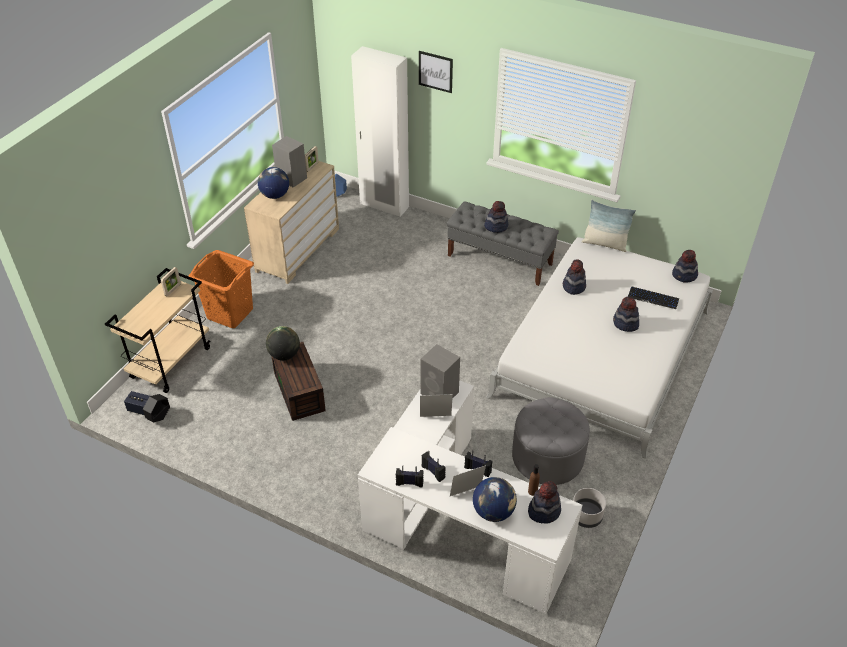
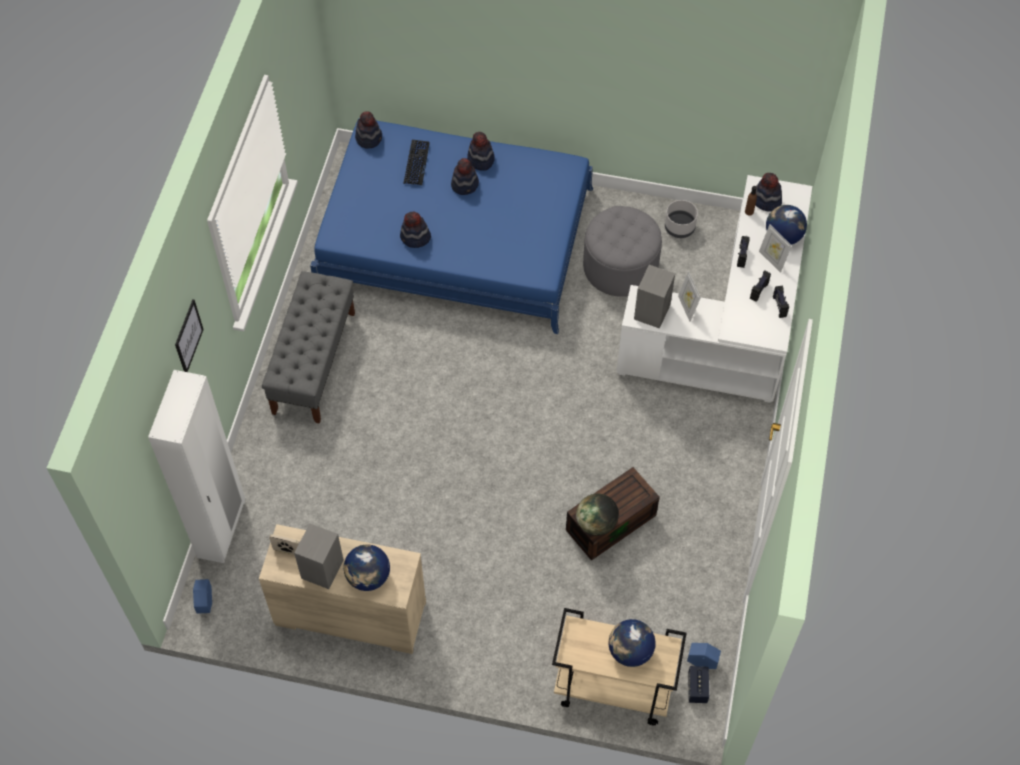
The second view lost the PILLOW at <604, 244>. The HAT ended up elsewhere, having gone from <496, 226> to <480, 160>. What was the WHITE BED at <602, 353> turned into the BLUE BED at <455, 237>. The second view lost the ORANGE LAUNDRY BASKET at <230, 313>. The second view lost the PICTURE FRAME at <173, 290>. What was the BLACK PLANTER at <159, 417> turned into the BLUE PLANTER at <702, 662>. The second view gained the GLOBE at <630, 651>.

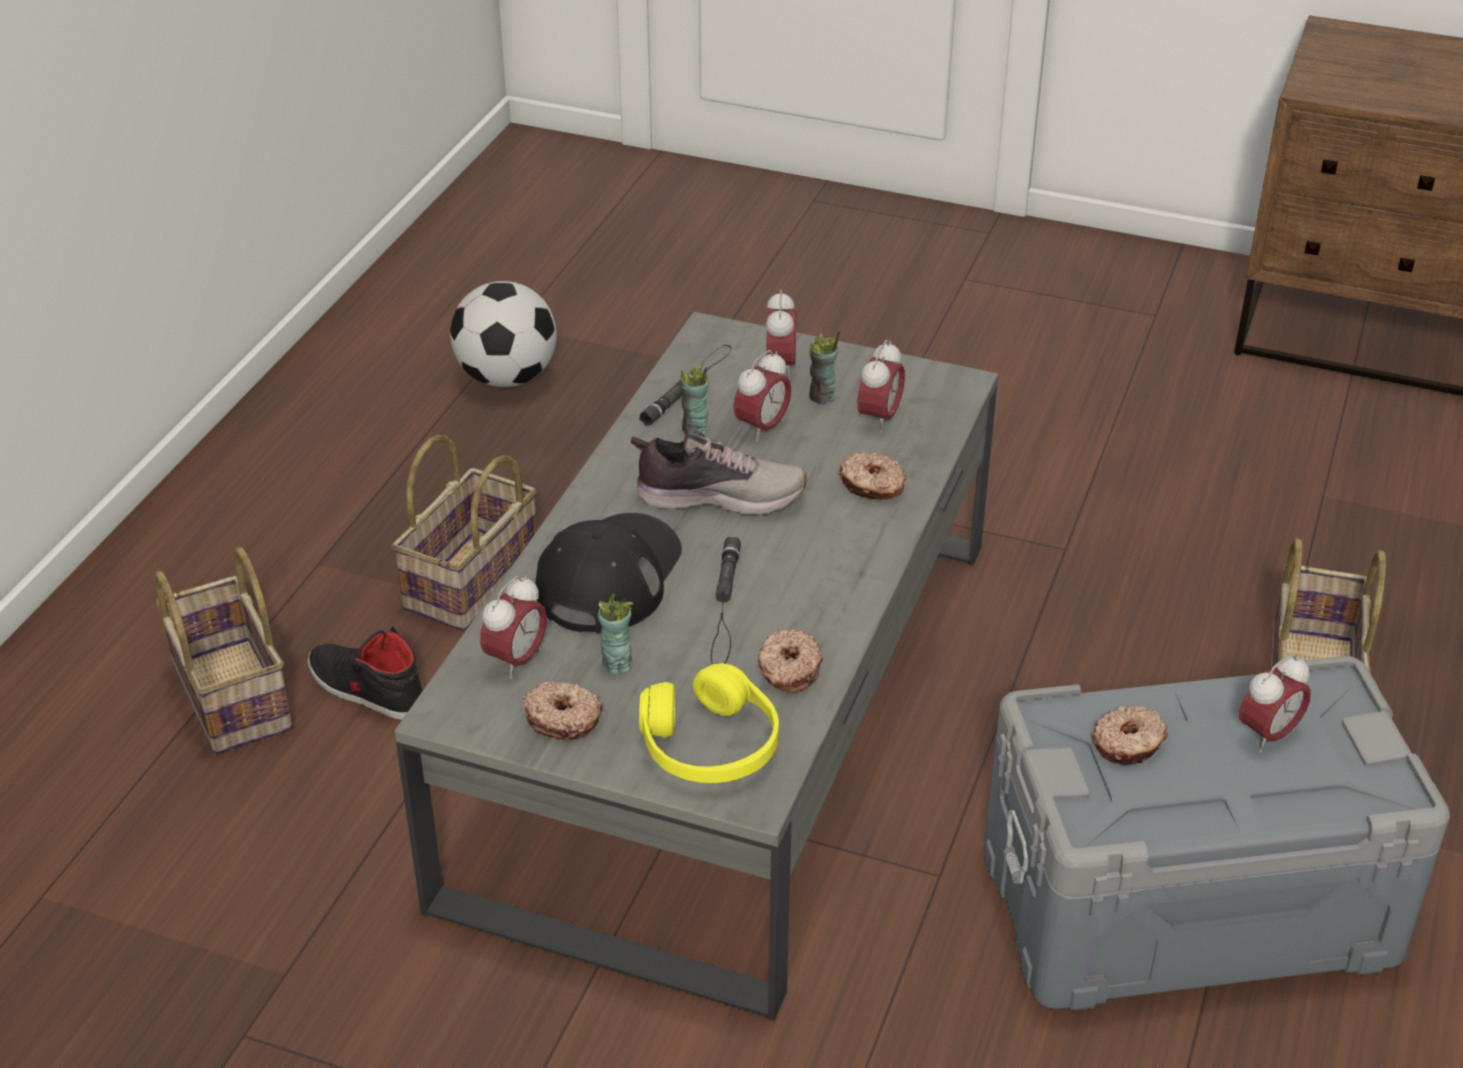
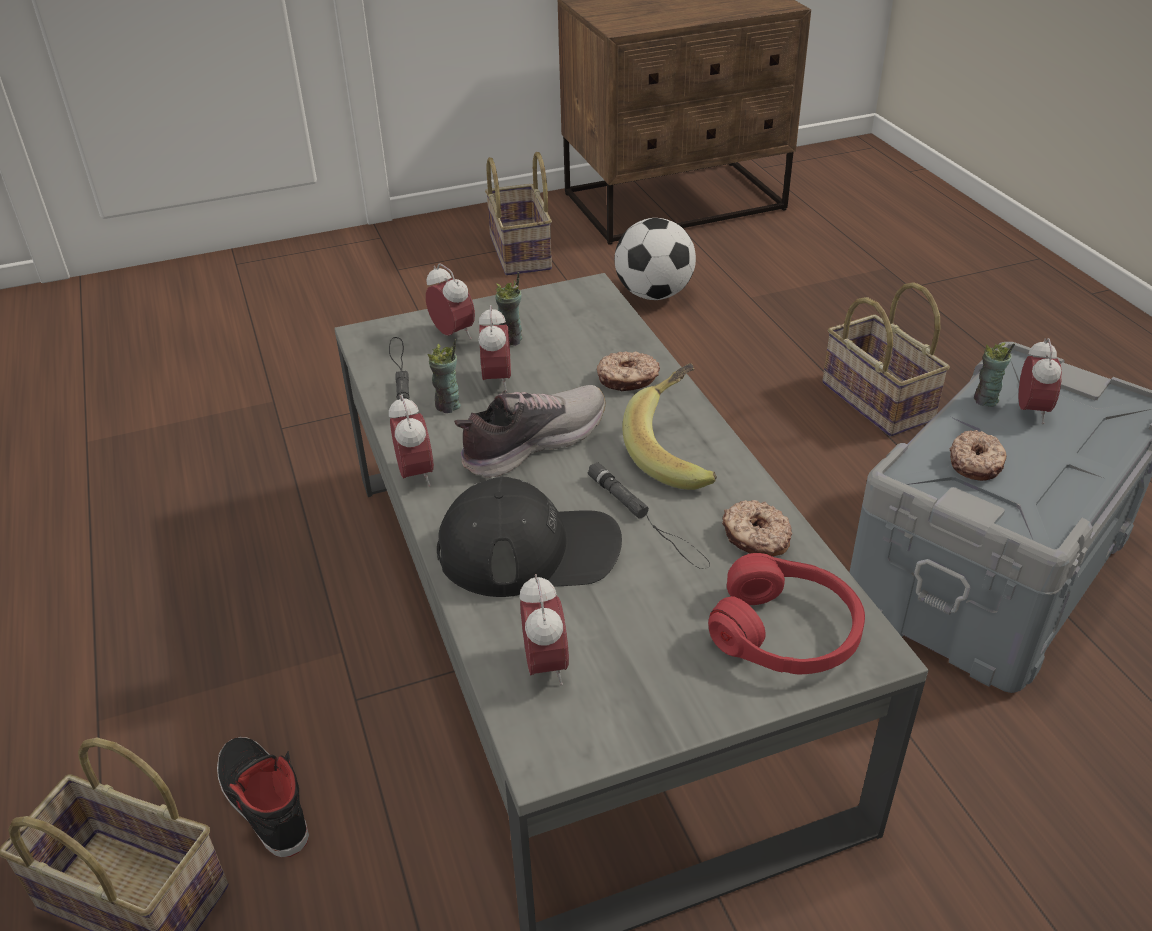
The FOOTBALL ended up elsewhere, having gone from <507, 377> to <654, 294>. The ALARM CLOCK ended up elsewhere, having gone from <879, 418> to <415, 475>. The BASKET ended up elsewhere, having gone from <472, 584> to <522, 253>. The BLACK CAP at <610, 576> ended up facing another way, 105 degrees clockwise from before. The CUP ended up elsewhere, having gone from <616, 664> to <985, 400>. The BLACK SHOE at <365, 689> ended up facing another way, 60 degrees clockwise from before. What was the YELLOW HEADPHONES at <710, 745> turned into the RED HEADPHONES at <786, 632>. The second view lost the DONUT at <563, 718>. The second view gained the BANANA at <679, 451>.

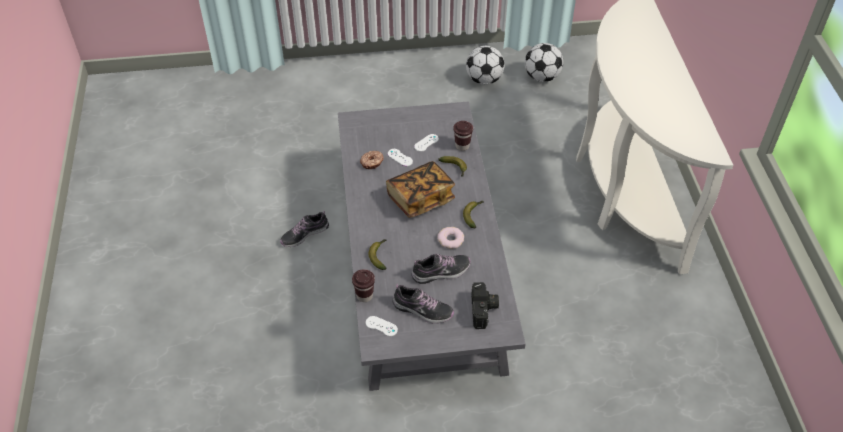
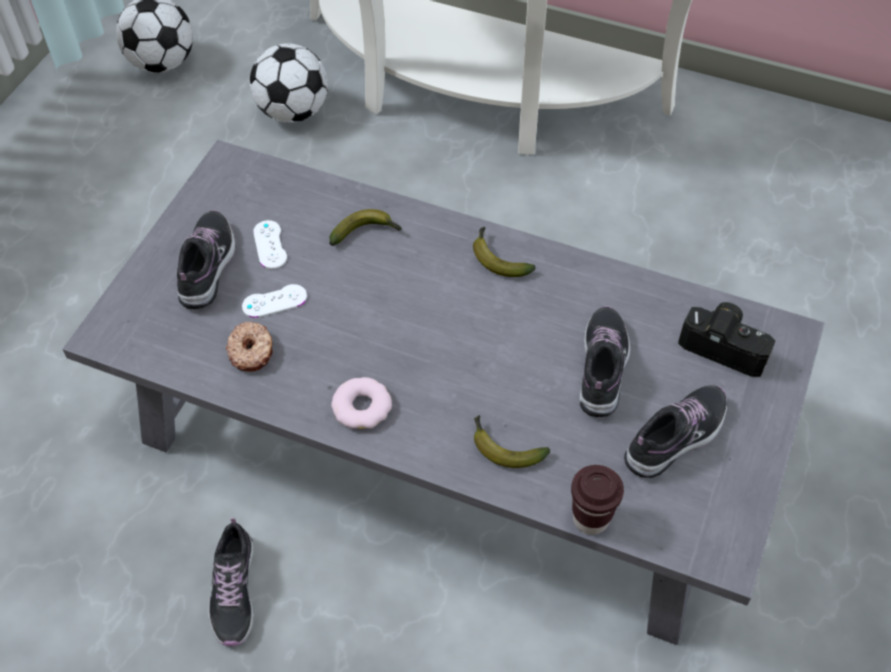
The FOOTBALL ended up elsewhere, having gone from <484, 80> to <293, 112>. The second view lost the BROWN CUP at <462, 146>. The second view lost the BOOK at <420, 198>. The DONUT ended up elsewhere, having gone from <450, 240> to <362, 407>. The second view lost the WHITE GAME CONTROLLER at <381, 326>. The second view gained the SHOE at <207, 266>.

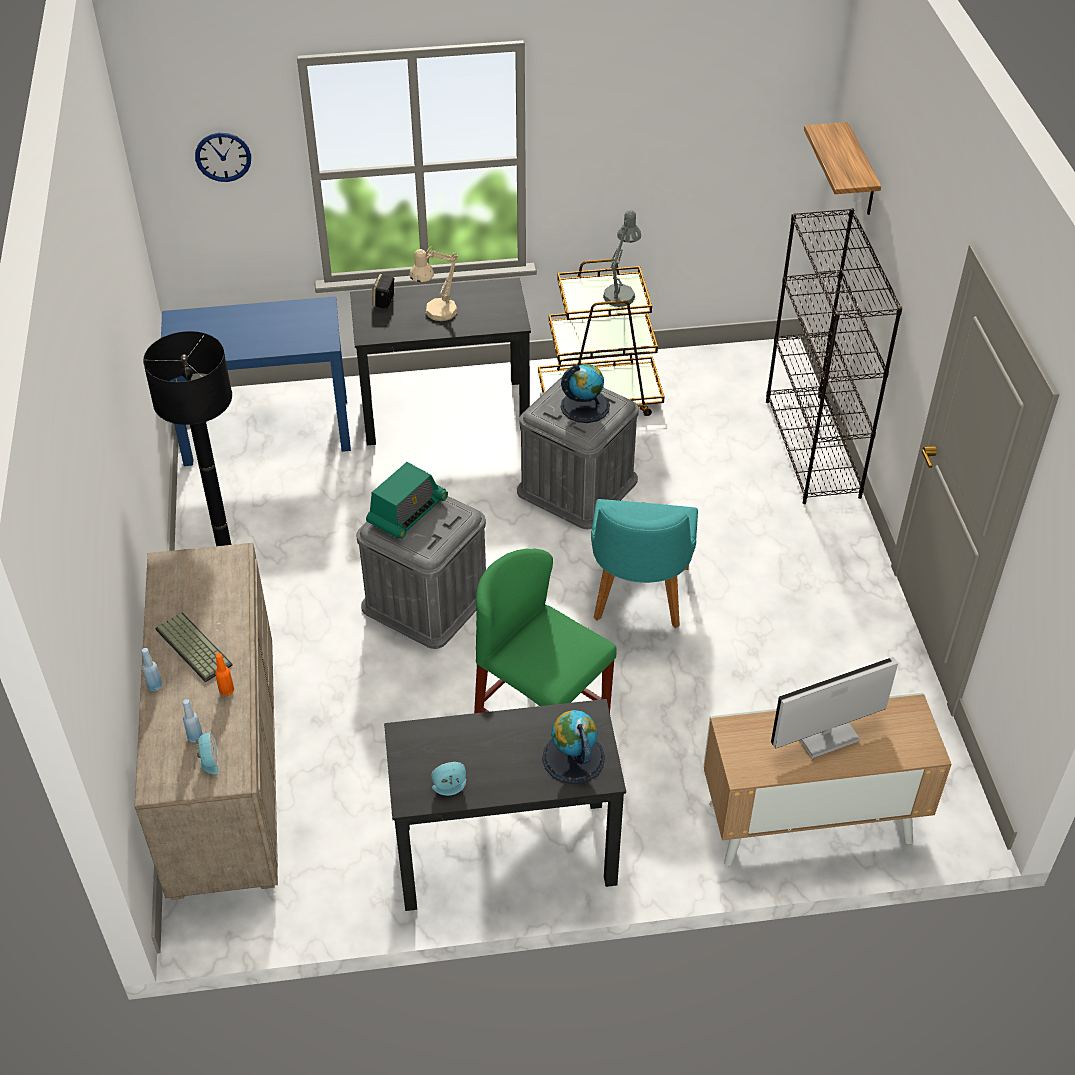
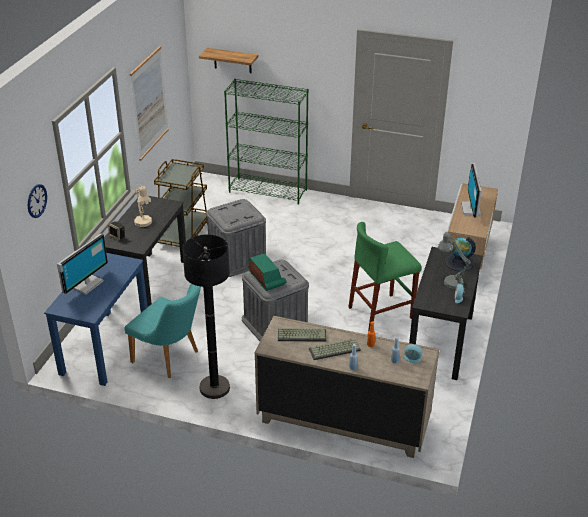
What was the BLACK BOOKCASE at <813, 449> turned into the GREEN BOOKCASE at <268, 191>. The GREY TABLE LAMP ended up elsewhere, having gone from <621, 293> to <449, 281>. The second view lost the GLOBE at <585, 406>. The TURQUOISE CHAIR ended up elsewhere, having gone from <638, 600> to <170, 358>. The second view gained the PICTURE at <149, 103>. The second view gained the MONITOR at <86, 284>. The second view gained the KEYBOARD at <302, 335>.

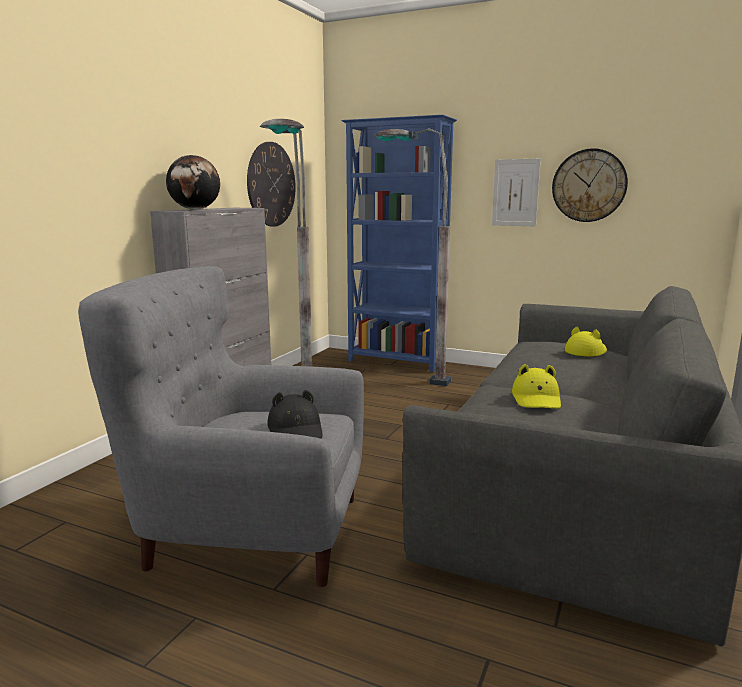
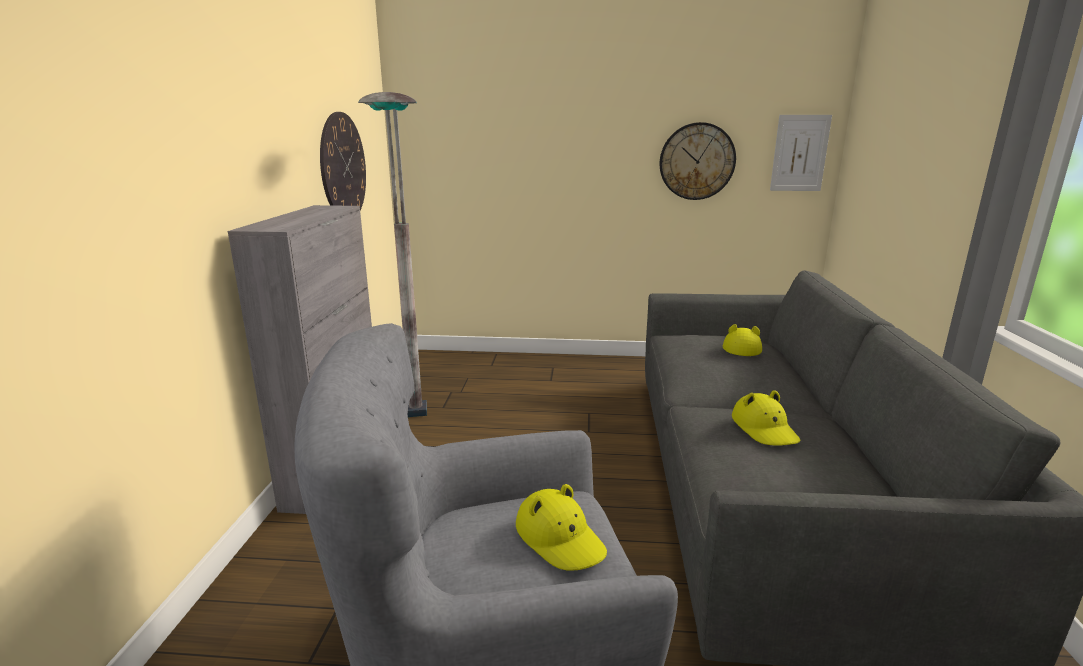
The second view lost the BLUE BOOKCASE at <397, 362>. The second view lost the GREY FLOOR LAMP at <405, 378>. The second view lost the GLOBE at <195, 209>. The PICTURE ended up elsewhere, having gone from <515, 192> to <800, 153>. What was the BLACK HAT at <296, 430> turned into the YELLOW HAT at <560, 538>.

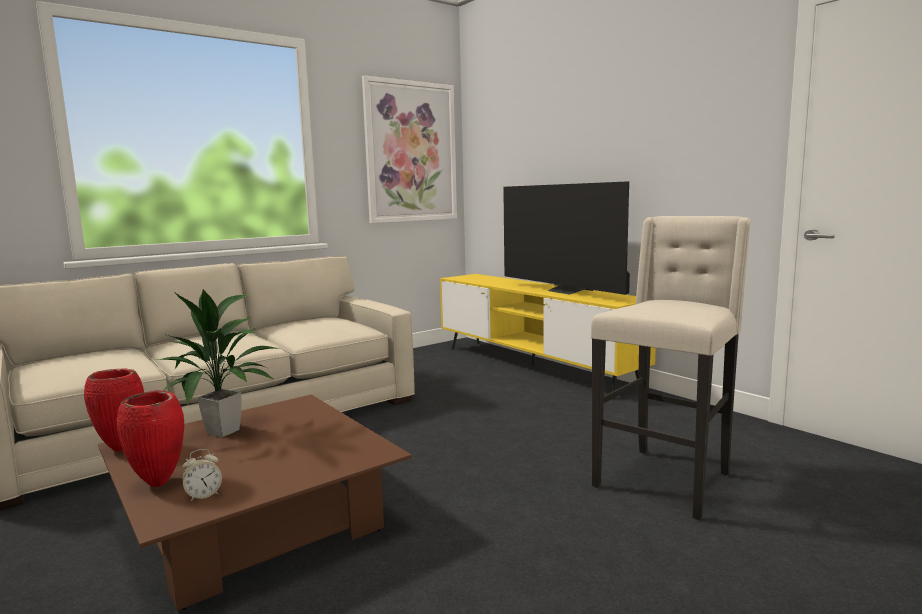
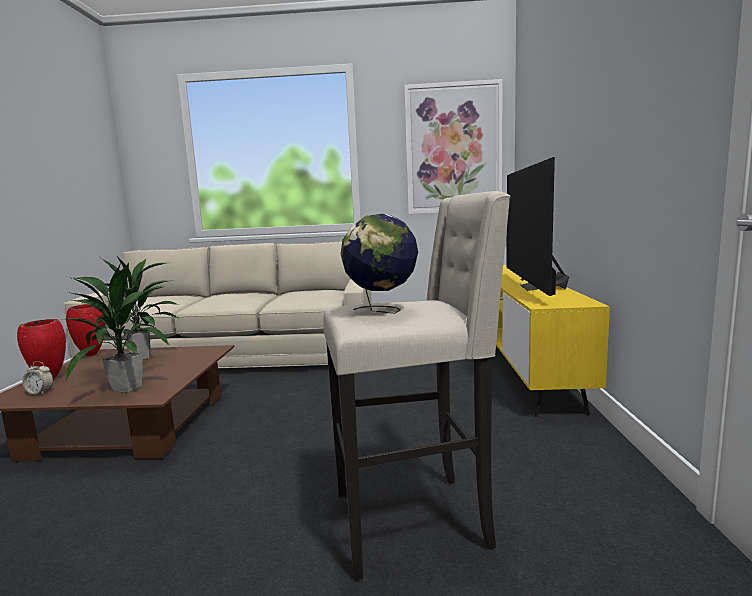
The second view gained the GLOBE at <382, 311>. The second view gained the POTTED PLANT at <127, 388>.

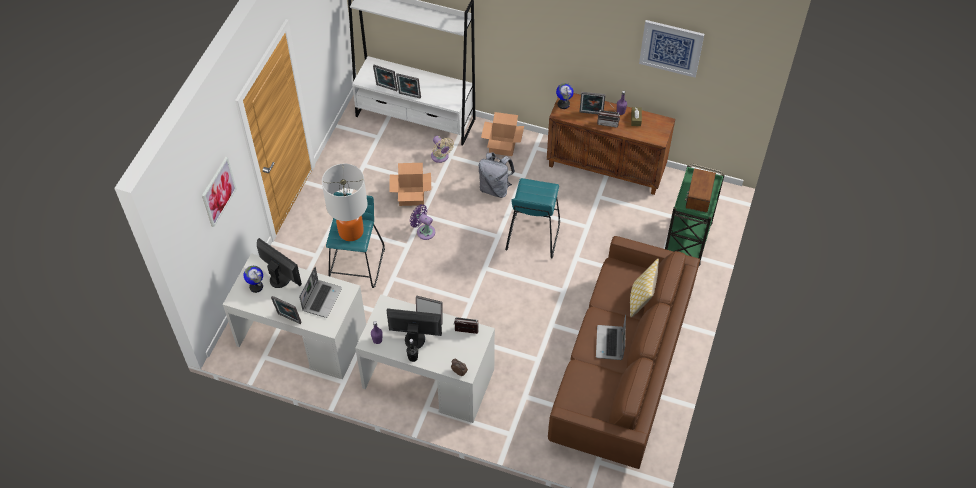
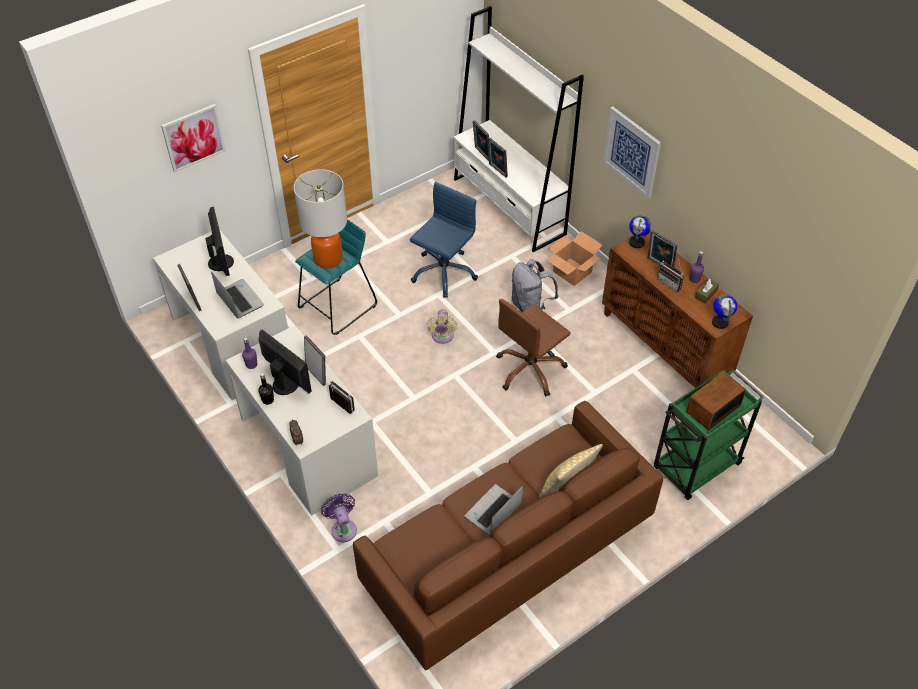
The PICTURE ended up elsewhere, having gone from <671, 48> to <632, 152>. The BEIGE FAN ended up elsewhere, having gone from <440, 157> to <442, 337>. Where the CARDBOARD BOX stood at <412, 196>, the BLUE OFFICE CHAIR came to stand at <443, 272>. Where the TURQUOISE STOOL stood at <532, 235>, the BROWN OFFICE CHAIR came to stand at <530, 370>. The PURPLE FAN ended up elsewhere, having gone from <424, 231> to <343, 528>. The GLOBE ended up elsewhere, having gone from <256, 286> to <720, 322>. The LAPTOP at <321, 299> ended up facing another way, 90 degrees counterclockwise from before.

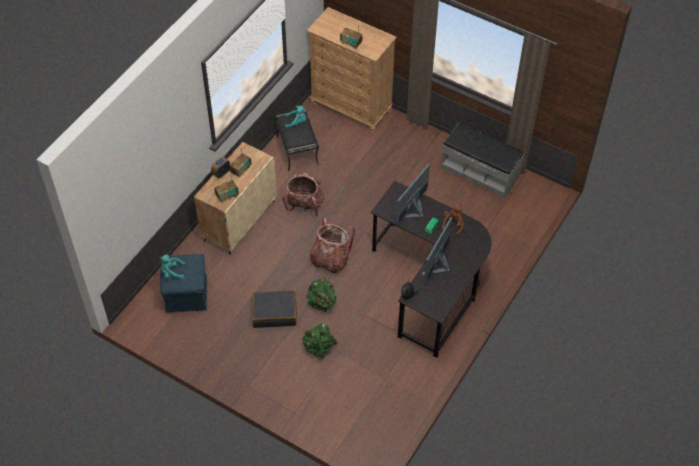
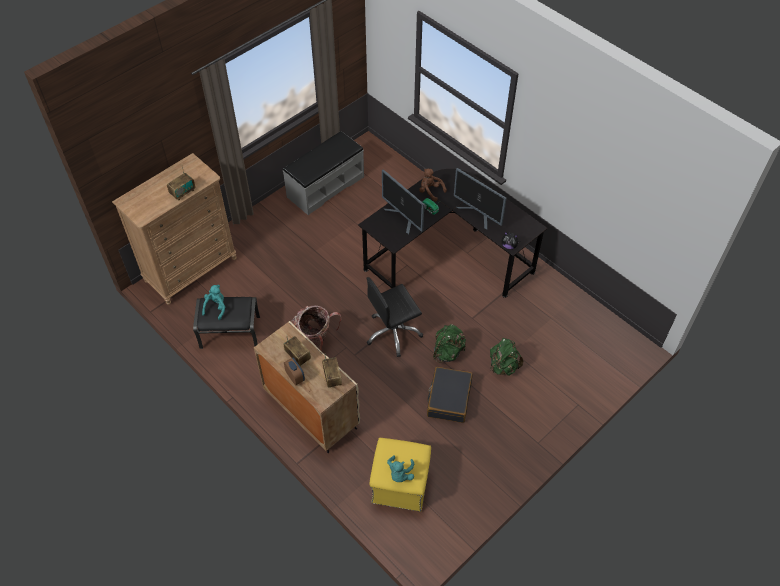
Where the BACKPACK stood at <330, 259>, the BLACK OFFICE CHAIR came to stand at <393, 333>. What was the BLUE OTTOMAN at <186, 294> turned into the YELLOW OTTOMAN at <399, 484>.

